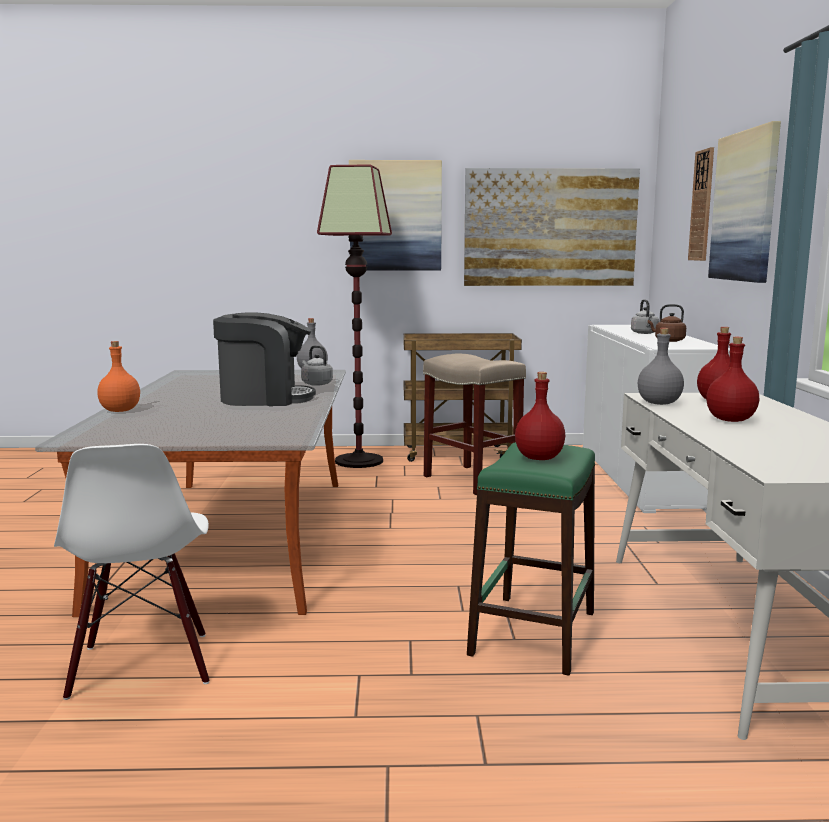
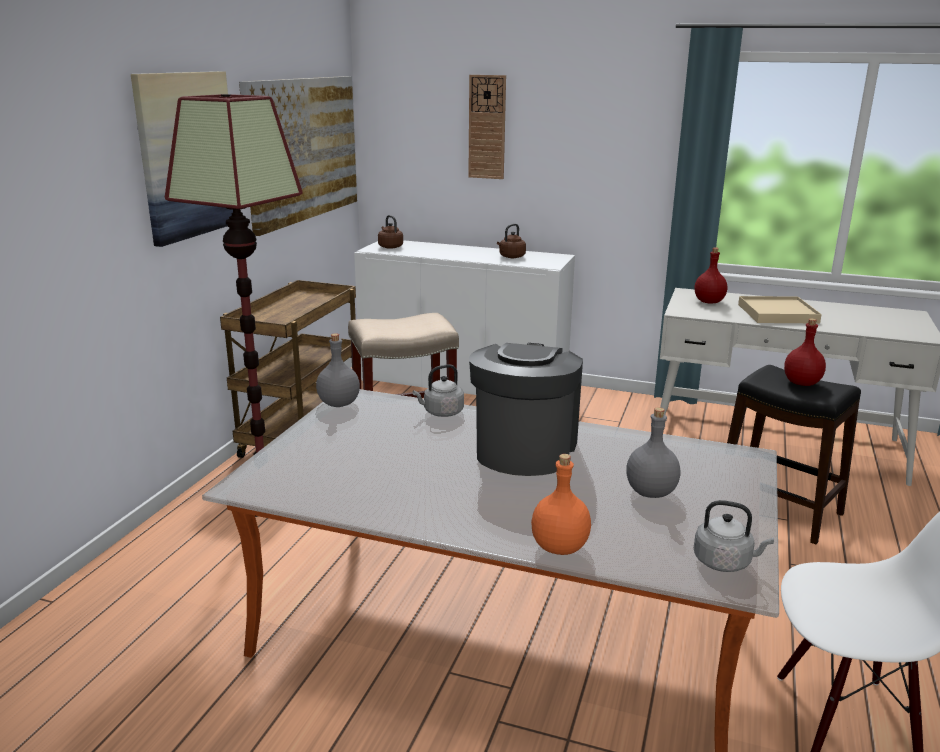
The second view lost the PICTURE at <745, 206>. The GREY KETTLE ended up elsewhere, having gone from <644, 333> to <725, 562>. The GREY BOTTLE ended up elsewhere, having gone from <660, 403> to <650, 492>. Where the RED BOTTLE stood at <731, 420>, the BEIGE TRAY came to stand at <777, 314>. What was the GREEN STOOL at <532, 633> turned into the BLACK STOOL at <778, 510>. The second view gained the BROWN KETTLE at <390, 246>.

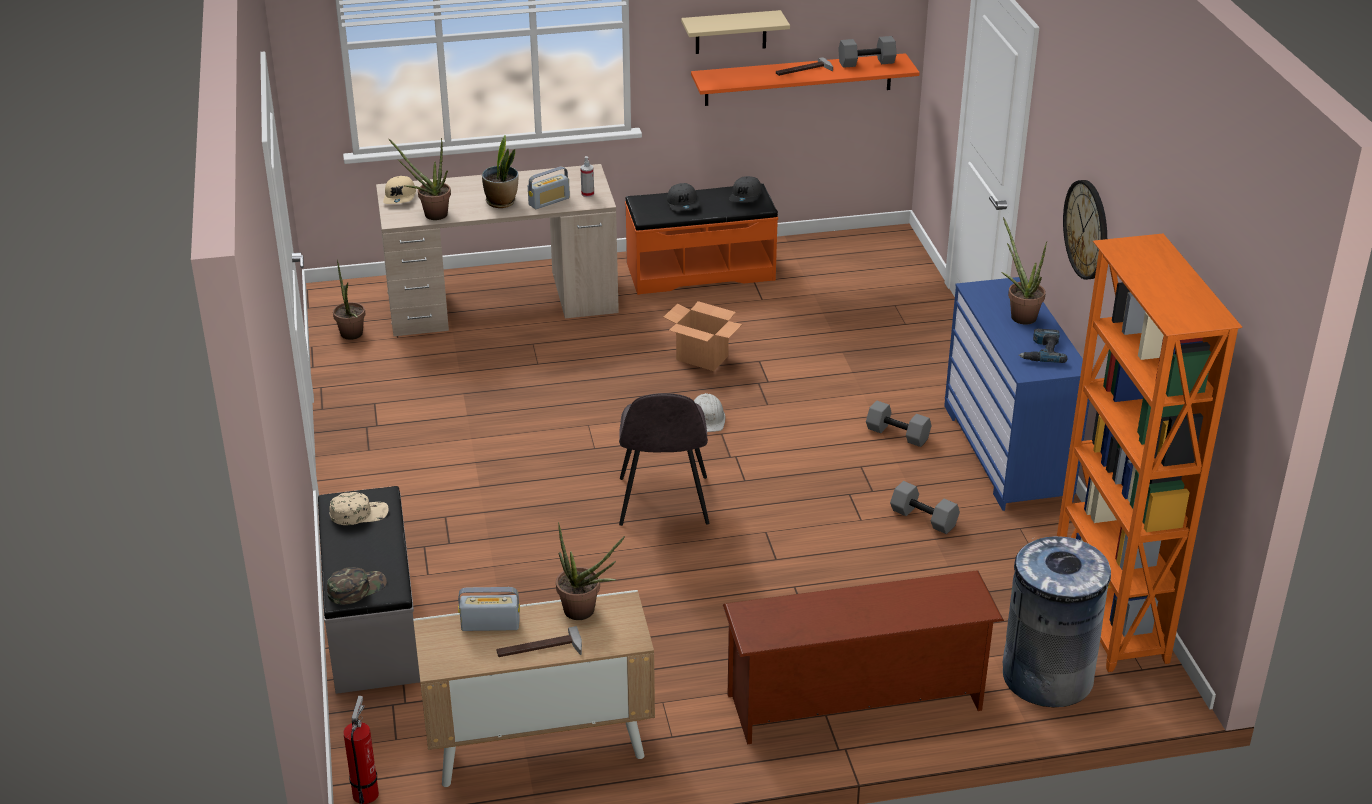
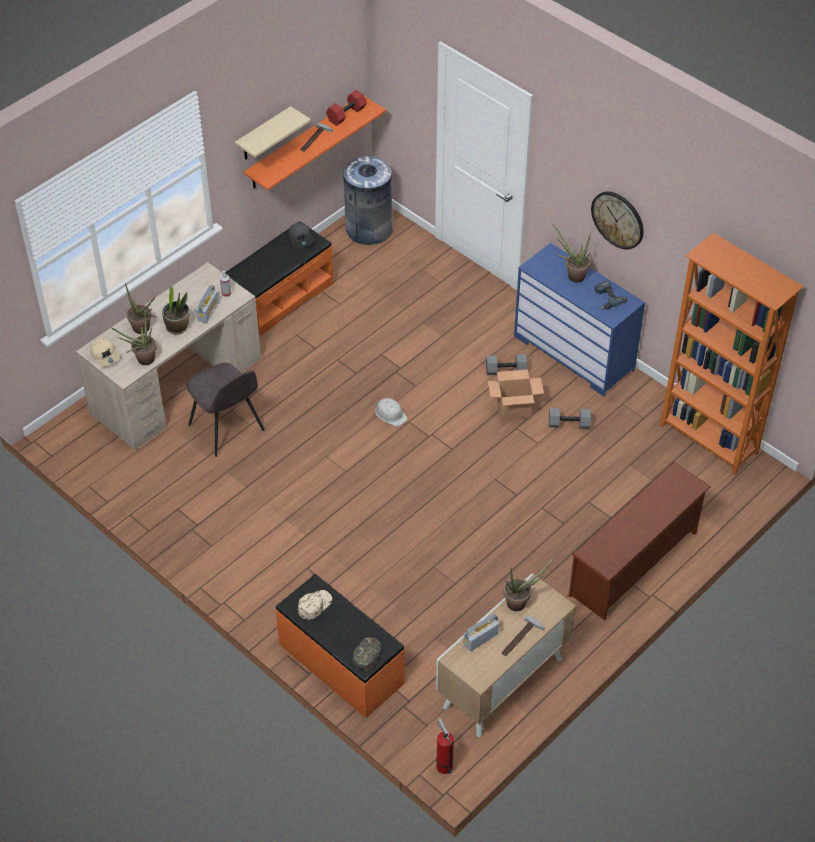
What was the GREY DUMBBELL at <867, 62> turned into the RED DUMBBELL at <346, 114>. The second view lost the GREY CAP at <683, 203>. The POTTED PLANT ended up elsewhere, having gone from <352, 336> to <144, 329>. The CARDBOARD BOX ended up elsewhere, having gone from <703, 358> to <514, 408>. The GREY CHAIR ended up elsewhere, having gone from <663, 503> to <227, 429>. What was the GREY BENCH at <371, 625> turned into the ORANGE BENCH at <340, 664>. The GREY TRASH CAN ended up elsewhere, having gone from <1046, 676> to <368, 229>.

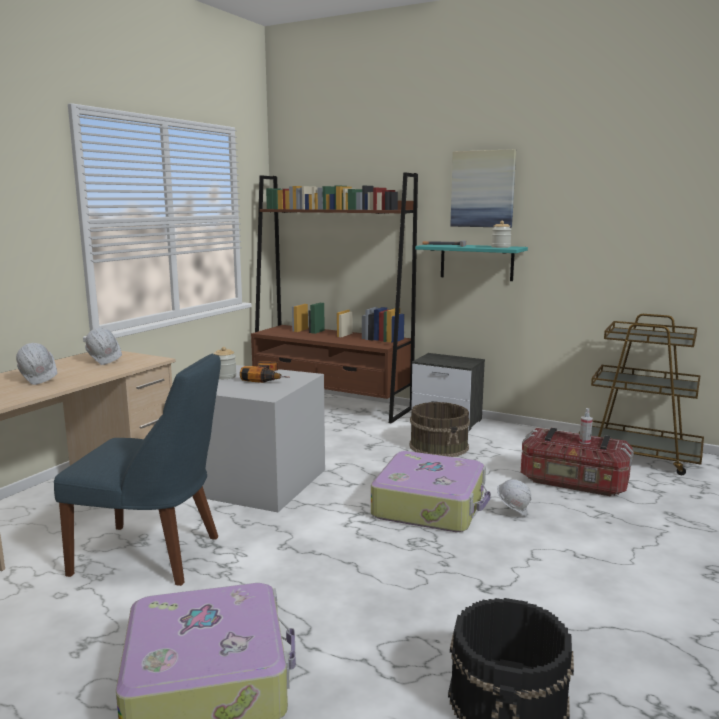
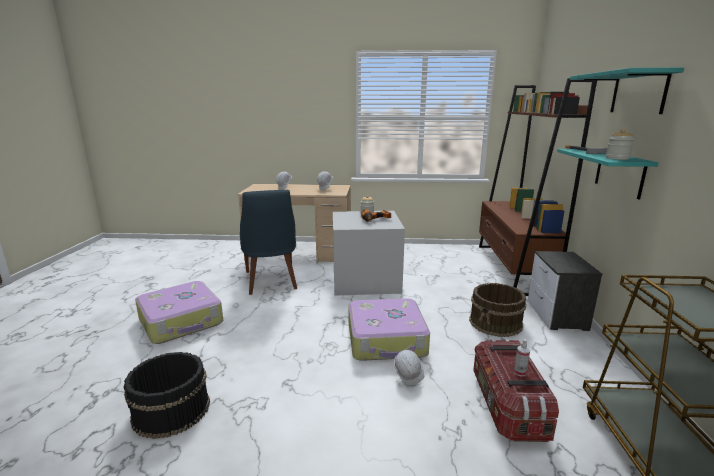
Where the PICTURE hung at <483, 189>, the TURQUOISE SHELF came to hang at <638, 93>.

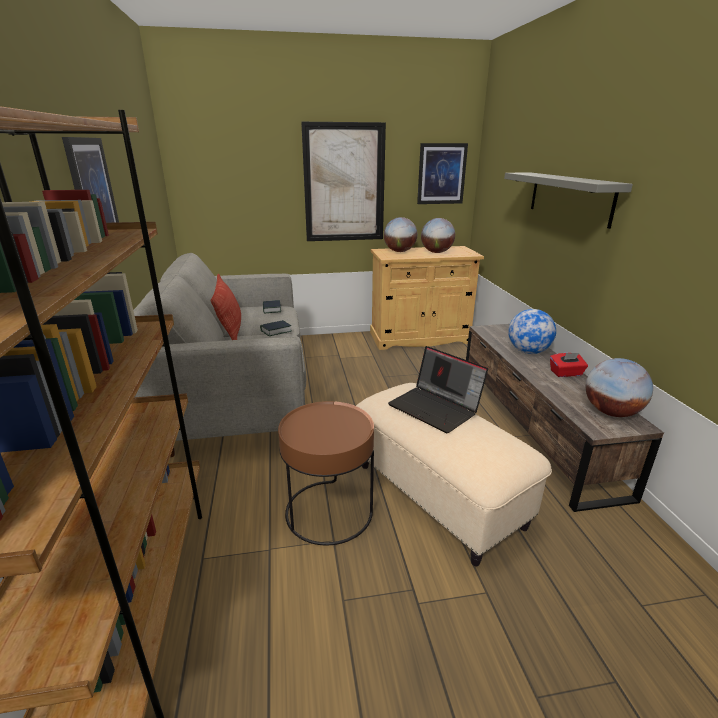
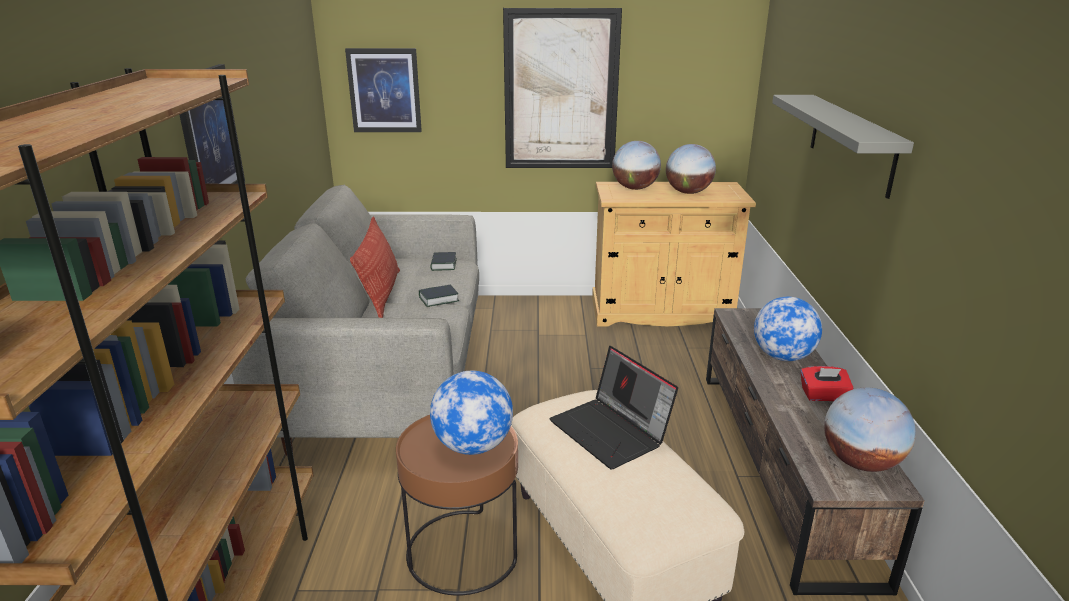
The PICTURE ended up elsewhere, having gone from <441, 174> to <384, 90>. The second view gained the GLOBE at <473, 446>.

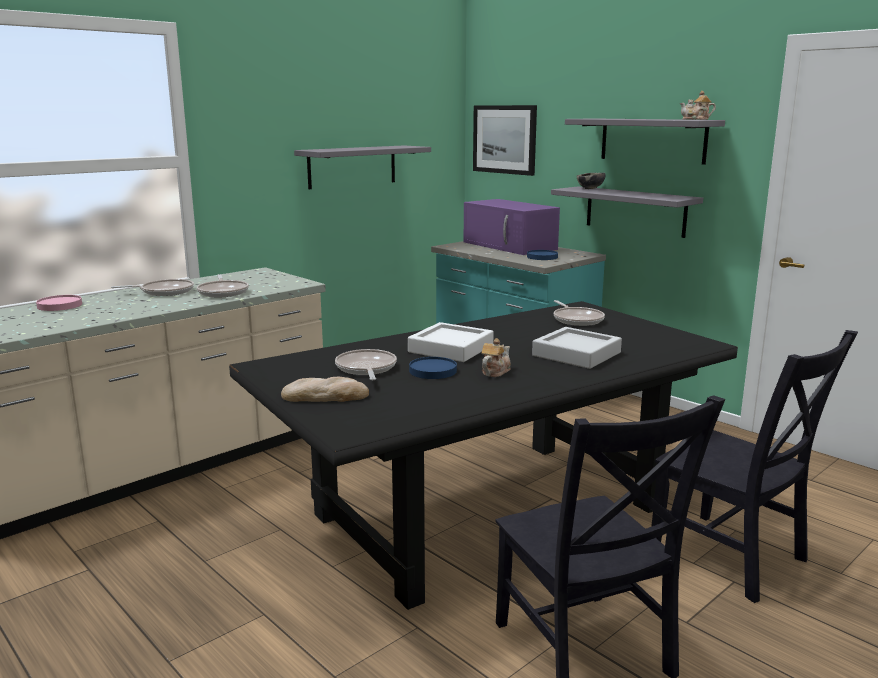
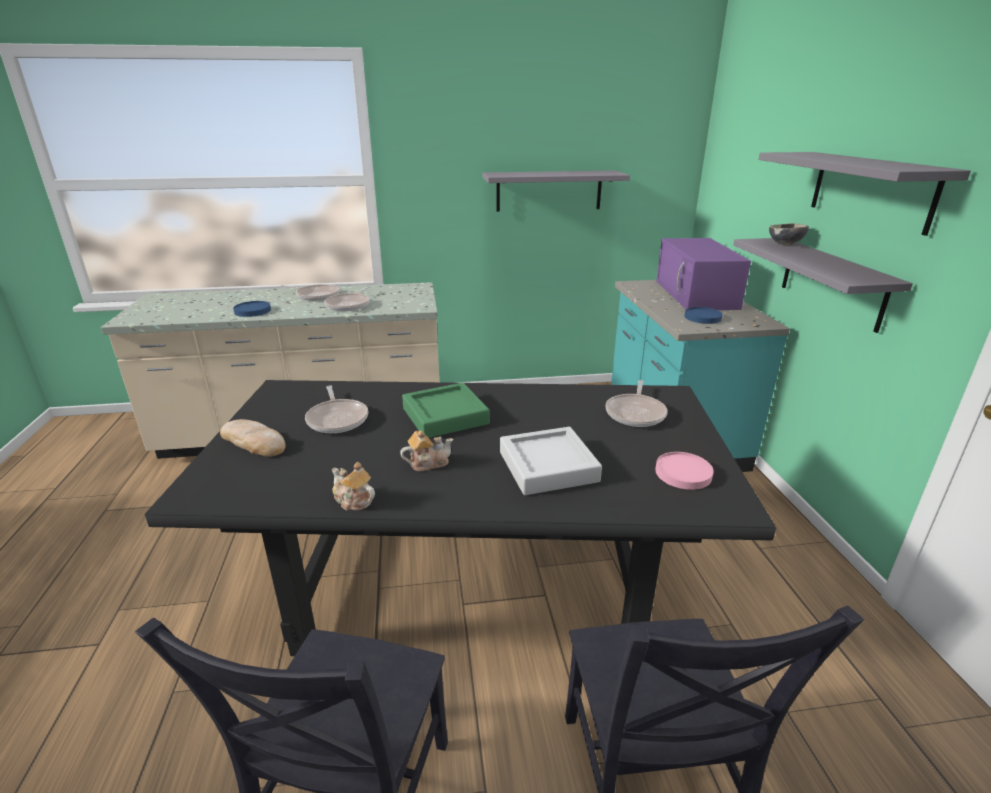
The TEAPOT ended up elsewhere, having gone from <696, 119> to <353, 500>. The second view lost the PICTURE at <504, 139>. The PINK PLATE ended up elsewhere, having gone from <60, 305> to <683, 473>. What was the WHITE TRAY at <451, 348> turned into the GREEN TRAY at <445, 416>. The FRYING PAN at <366, 369> ended up facing another way, 135 degrees clockwise from before. The BLUE PLATE ended up elsewhere, having gone from <433, 371> to <252, 311>.

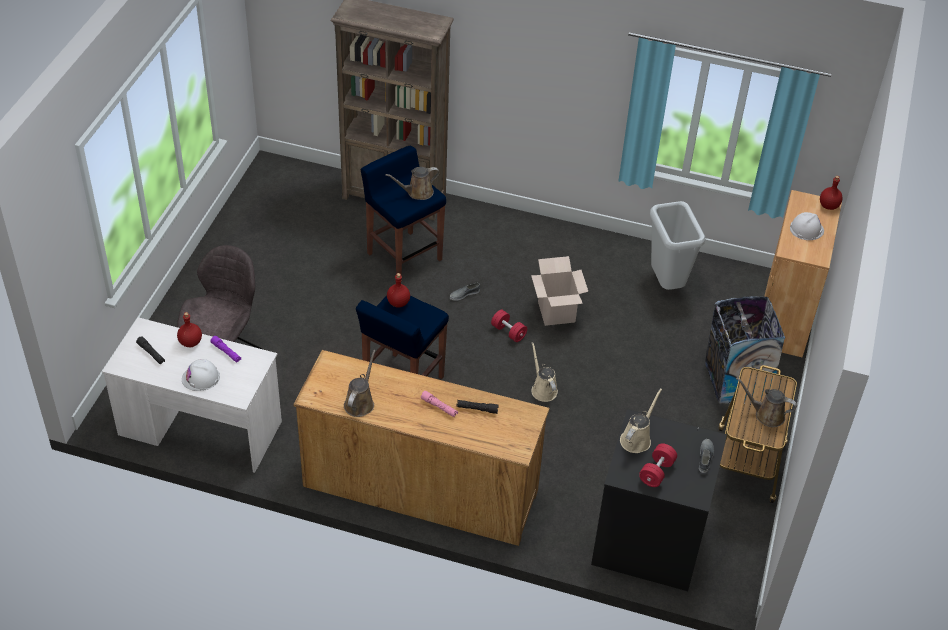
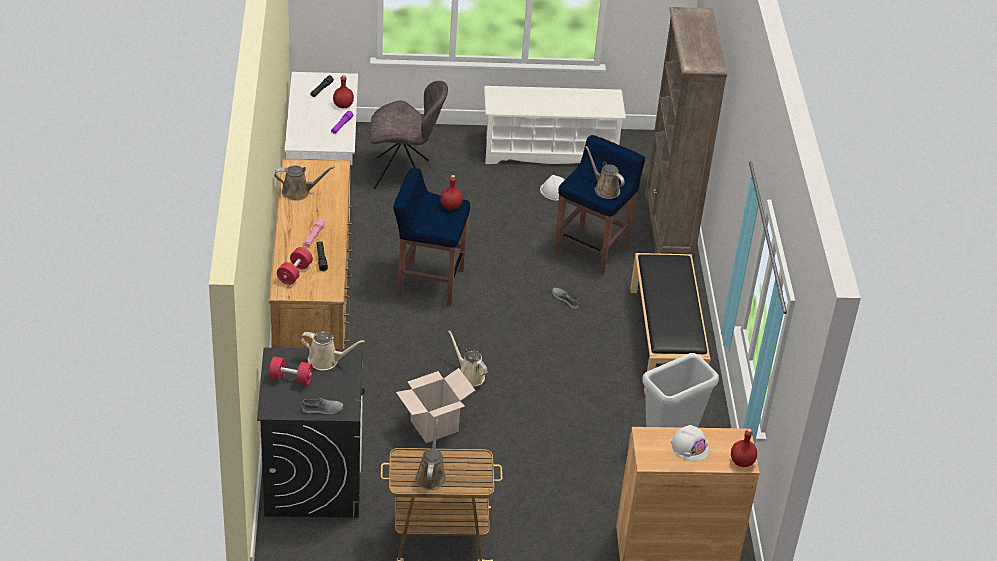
The CARDBOARD BOX ended up elsewhere, having gone from <556, 312> to <434, 426>. The second view lost the TRASH CAN at <736, 380>. The RED DUMBBELL ended up elsewhere, having gone from <508, 332> to <294, 273>. The BEIGE WATERING CAN at <543, 389> ended up facing another way, 90 degrees counterclockwise from before. The WHITE HARD HAT ended up elsewhere, having gone from <201, 378> to <554, 191>. The second view gained the WHITE SHOE RACK at <550, 152>. The second view gained the BLACK BENCH at <666, 341>.

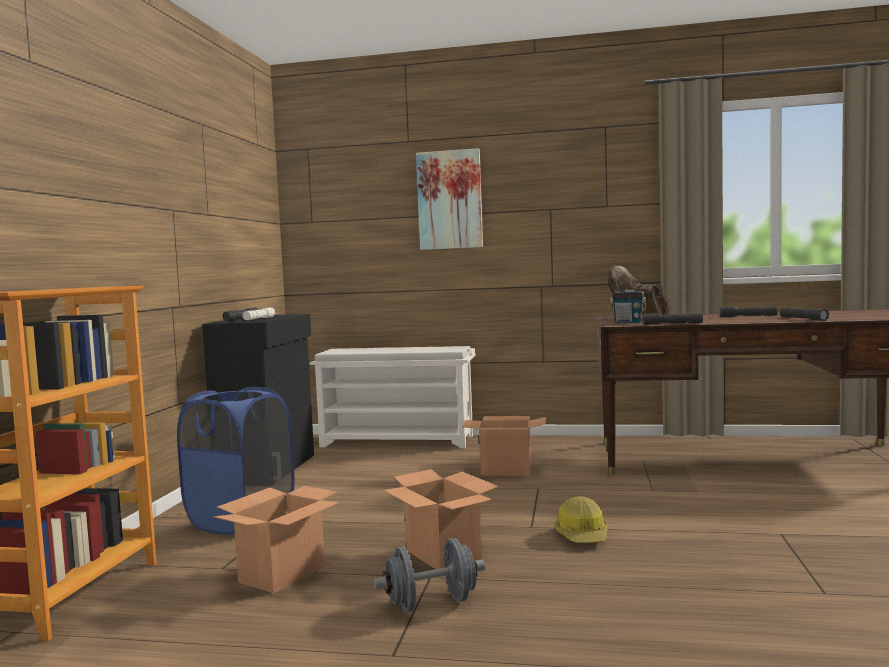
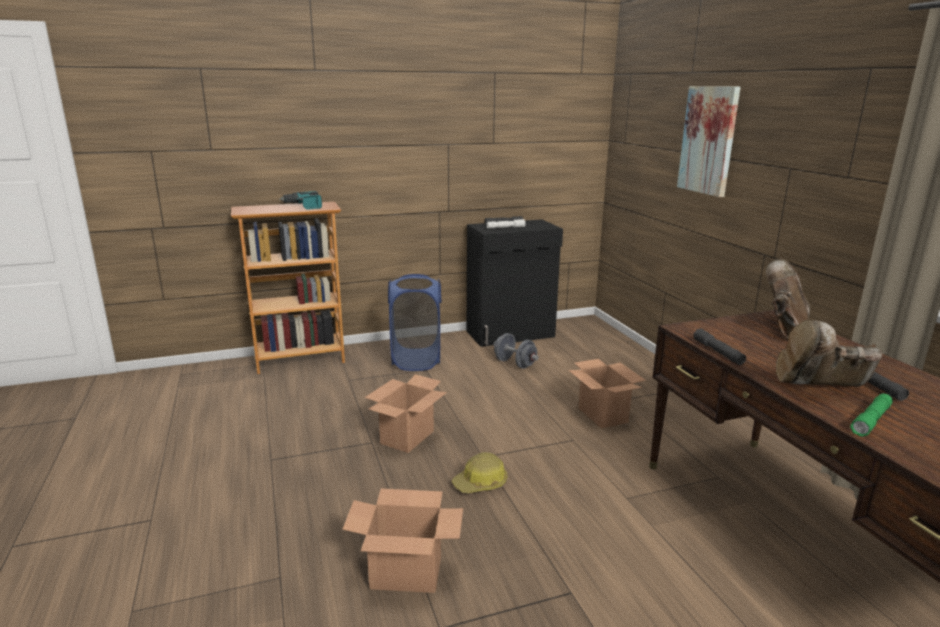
The second view lost the RADIO at <628, 322>. What was the GREY FLASHLIGHT at <803, 319> turned into the GREEN FLASHLIGHT at <871, 420>. The second view lost the WHITE SHOE RACK at <399, 441>. The CARDBOARD BOX ended up elsewhere, having gone from <282, 574> to <407, 573>. The GREY DUMBBELL ended up elsewhere, having gone from <431, 603> to <515, 363>. The second view gained the POWER DRILL at <304, 206>. The second view gained the BROWN BOOT at <818, 390>.

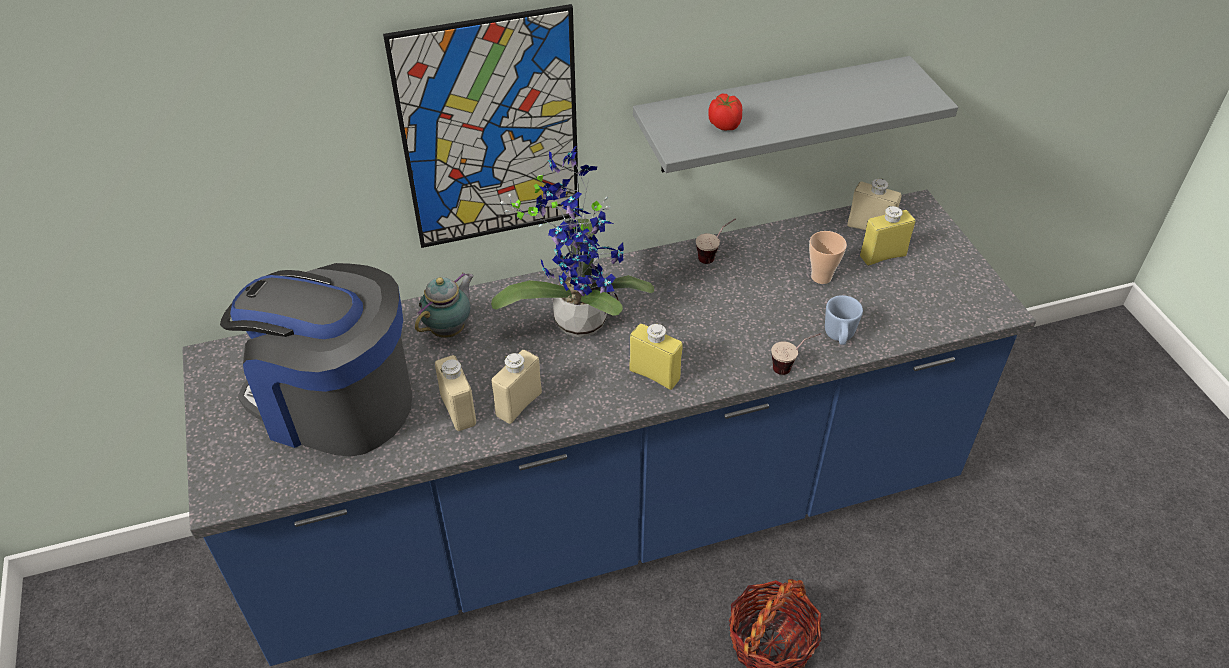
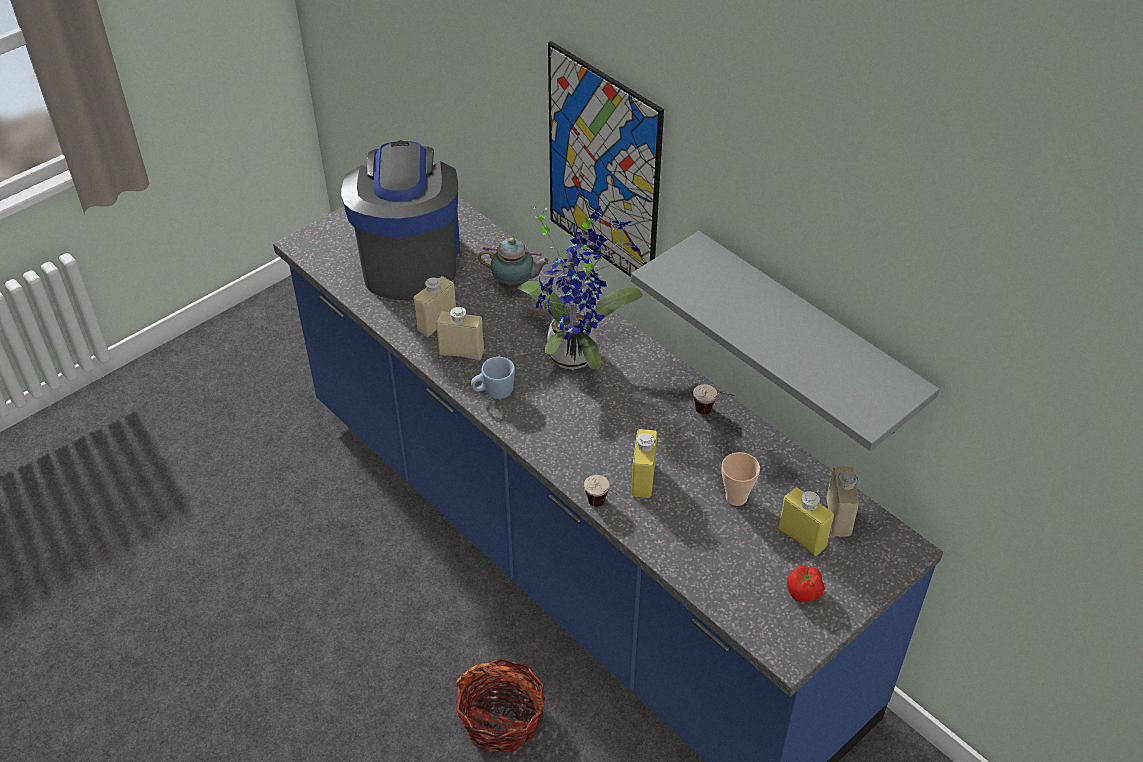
The TOMATO ended up elsewhere, having gone from <724, 125> to <804, 593>. The BLUE MUG ended up elsewhere, having gone from <839, 337> to <493, 392>. The YELLOW BOTTLE ended up elsewhere, having gone from <654, 374> to <643, 479>.

